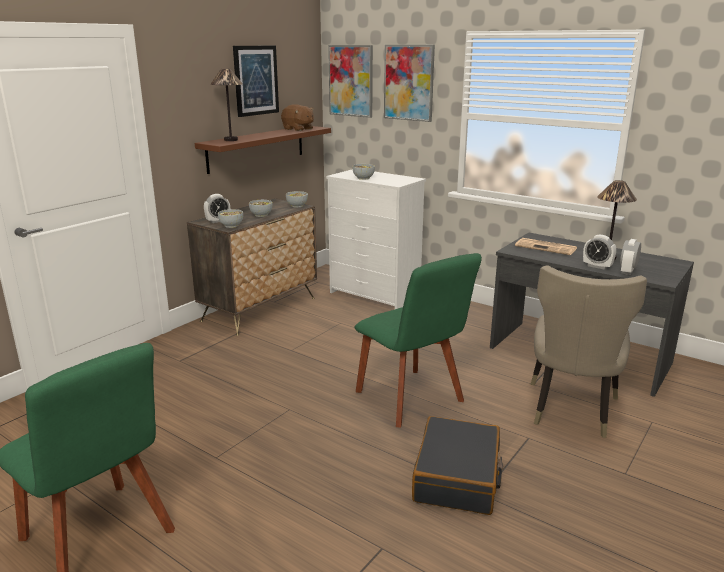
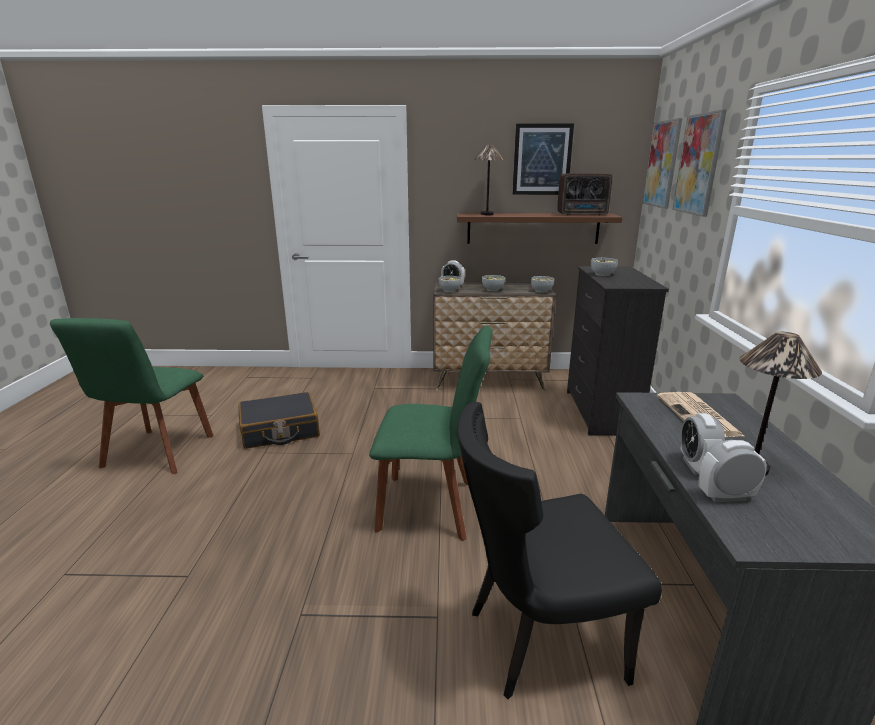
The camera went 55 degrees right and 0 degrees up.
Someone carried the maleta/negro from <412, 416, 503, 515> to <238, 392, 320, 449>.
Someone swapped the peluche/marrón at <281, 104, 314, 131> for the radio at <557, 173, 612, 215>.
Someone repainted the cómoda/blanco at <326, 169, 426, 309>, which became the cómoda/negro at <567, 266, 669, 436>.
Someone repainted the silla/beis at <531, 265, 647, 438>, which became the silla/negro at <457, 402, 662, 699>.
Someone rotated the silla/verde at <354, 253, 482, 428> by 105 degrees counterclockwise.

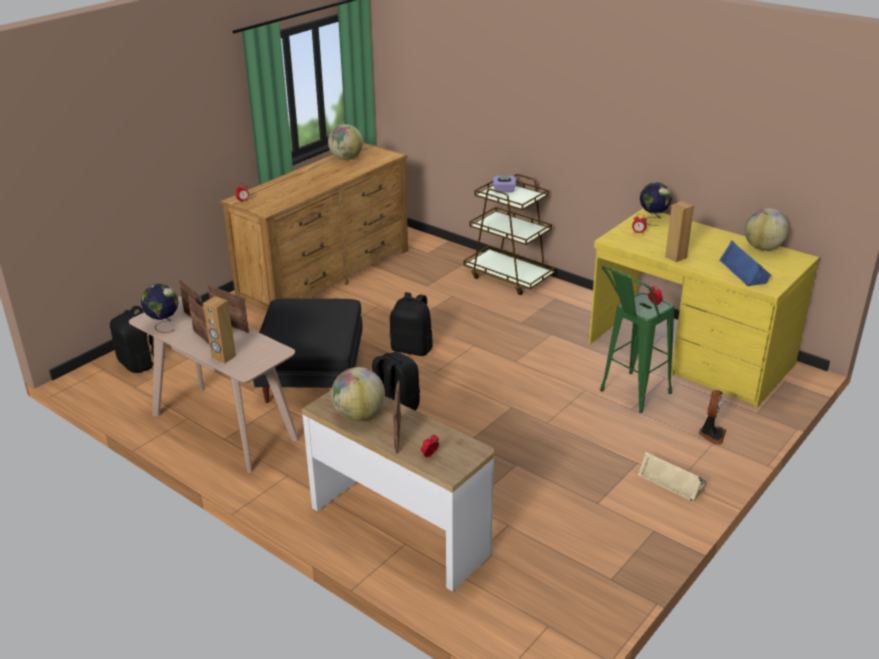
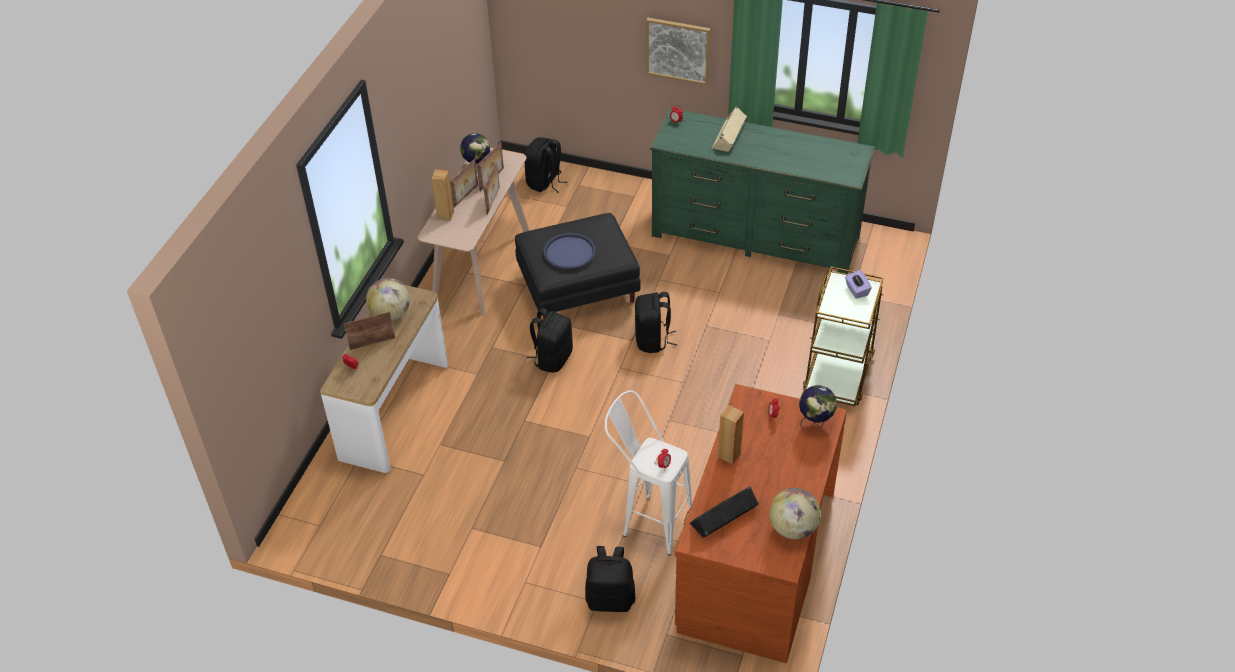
The camera went 70 degrees right and 15 degrees up.
Someone took away the globo terráqueo at <328, 124, 363, 160>.
Someone put down the bandeja/azul at <543, 233, 596, 269>.
Someone put up the cuadro at <646, 18, 711, 85>.
Someone carried the altavoz/beis from <638, 452, 707, 502> to <712, 106, 747, 152>.
Someone swapped the ventilador at <699, 390, 726, 445> for the mochila/negro at <585, 546, 635, 612>.
Someone repainted the cómoda/marrón at <220, 142, 408, 311>, which became the cómoda/verde at <650, 108, 875, 274>.
Someone repainted the escritorio/amarillo at <589, 208, 819, 408>, which became the escritorio/marrón at <675, 384, 847, 663>.
Someone repainted the taburete/verde at <600, 265, 674, 413>, which became the taburete/blanco at <605, 390, 692, 556>.
Someone repainted the altavoz/azul at <719, 240, 771, 286>, which became the altavoz/negro at <690, 486, 759, 538>.

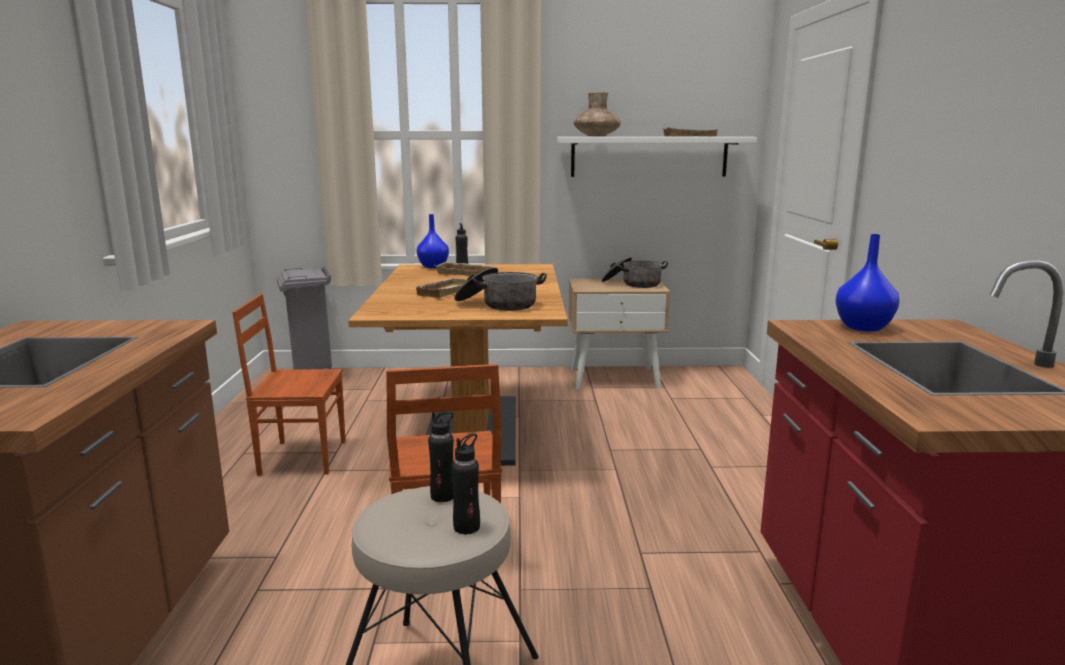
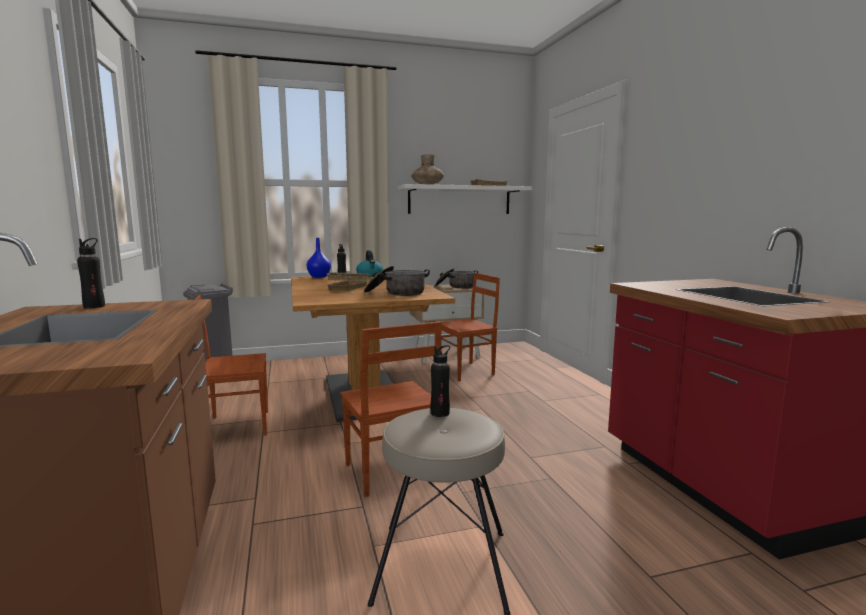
The camera went 15 degrees left and 5 degrees down.
Someone took away the florero/azul at <835, 234, 900, 332>.
Someone put down the hervidor at <356, 250, 383, 277>.
Someone put down the silla/marrón at <441, 273, 500, 381>.
Someone carried the botella/negro from <452, 433, 480, 534> to <77, 238, 105, 308>.

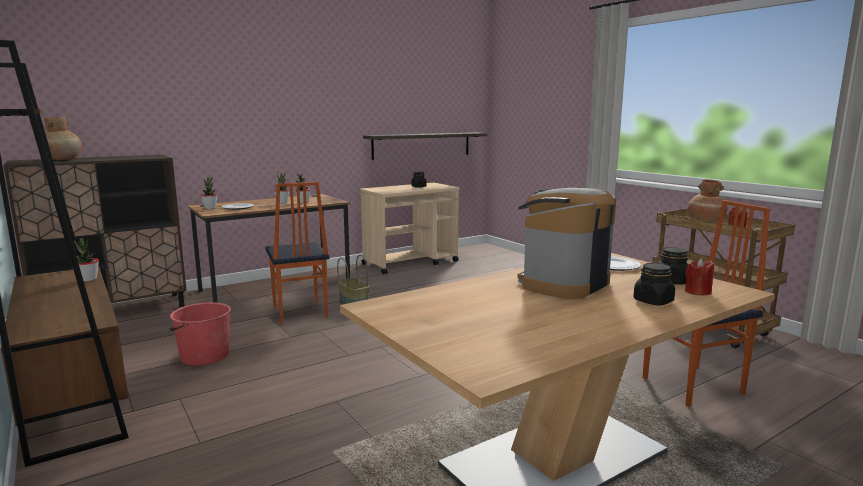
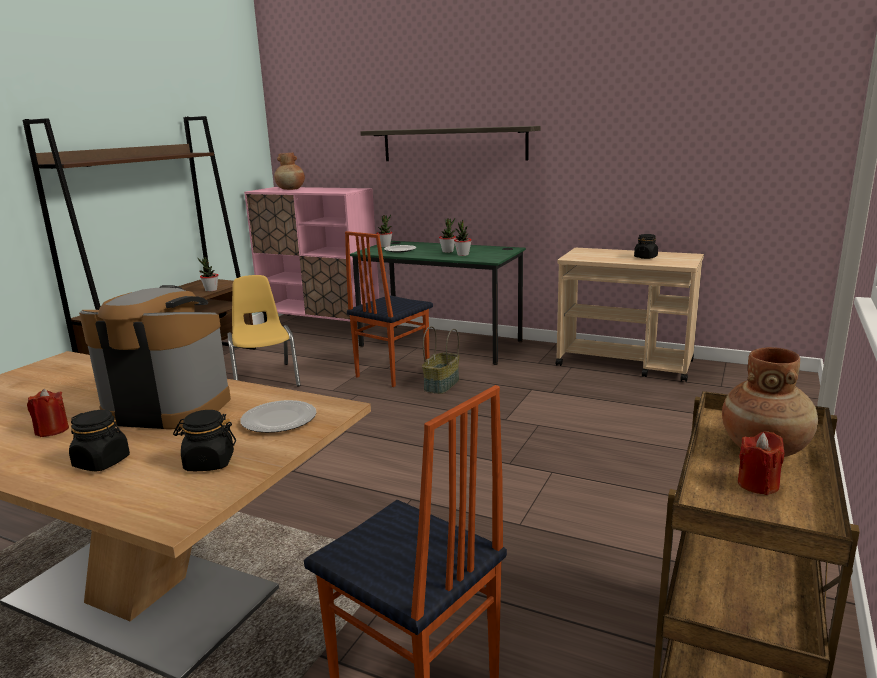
The camera went 60 degrees right and 5 degrees up.
Someone carried the estante from <363, 132, 487, 160> to <360, 126, 541, 161>.
Someone carried the vela/rojo from <685, 258, 714, 295> to <27, 389, 69, 437>.
Someone swapped the cubo/rojo at <170, 302, 231, 366> for the silla/amarillo at <228, 275, 301, 387>.
Someone repainted the armario/marrón at <3, 155, 187, 307>, which became the armario/rosa at <244, 187, 379, 323>.
Someone repainted the escritorio/marrón at <187, 194, 350, 303>, which became the escritorio/verde at <350, 241, 526, 365>.

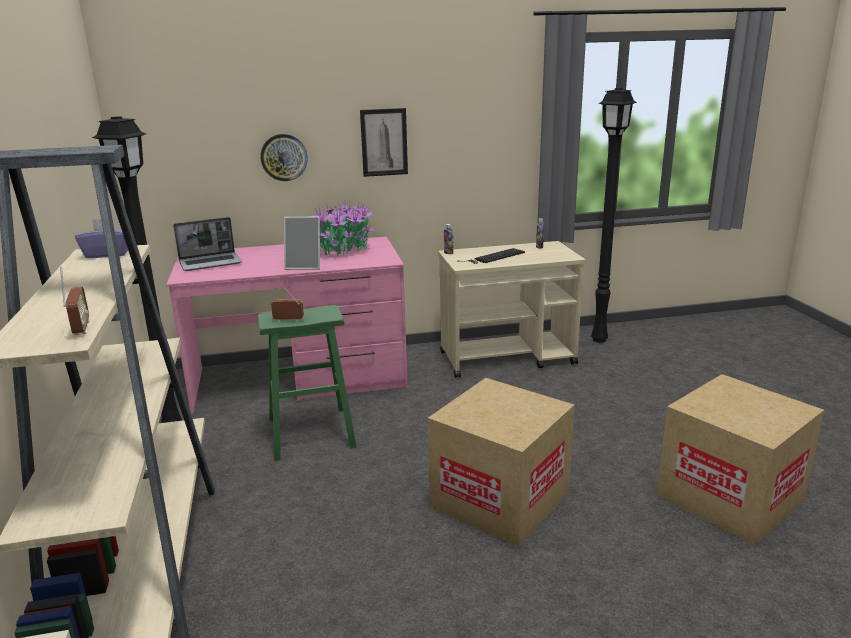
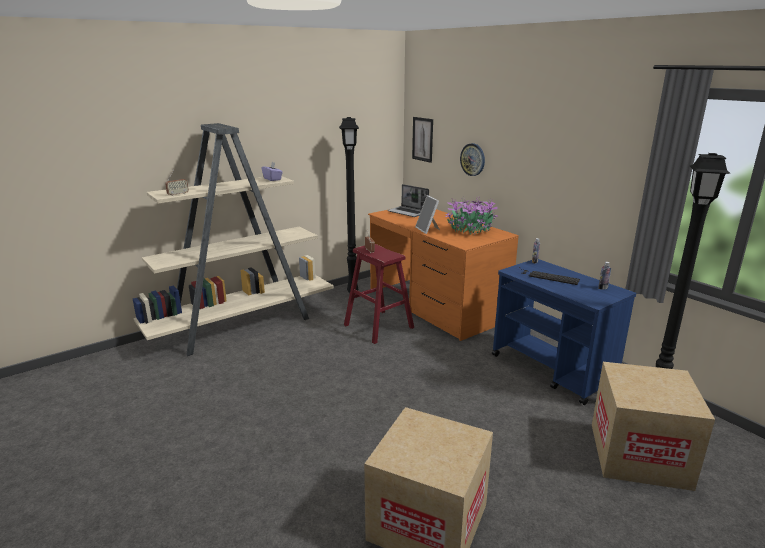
The camera went 65 degrees right and 0 degrees up.
Someone carried the cuadro from <360, 108, 408, 177> to <412, 117, 433, 163>.
Someone carried the caja de cartón from <428, 378, 575, 547> to <592, 362, 715, 491>.
Someone repainted the escritorio/rosa at <166, 236, 408, 413>, which became the escritorio/naranja at <368, 209, 519, 341>.
Someone repainted the taburete/verde at <258, 305, 357, 461>, which became the taburete/rojo at <344, 244, 414, 344>.
Someone repainted the carrito/beis at <438, 241, 586, 378>, which became the carrito/azul at <492, 259, 636, 405>.

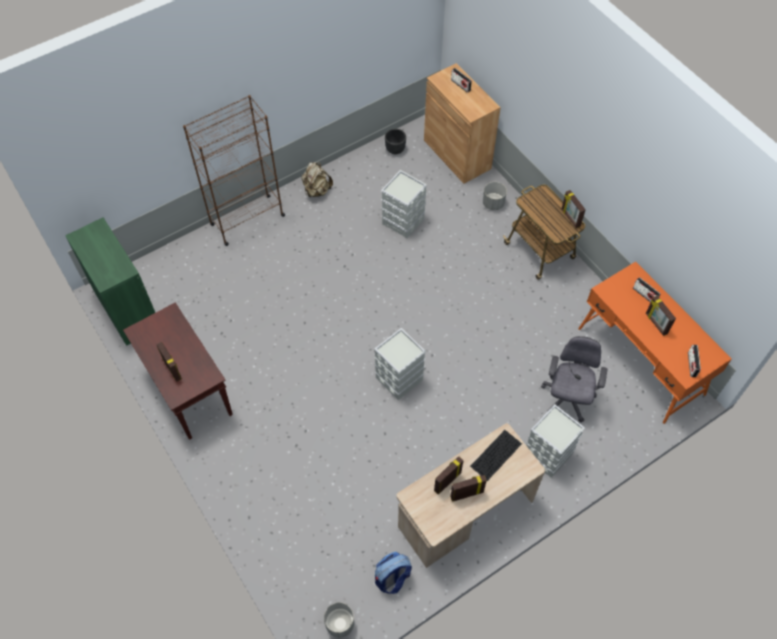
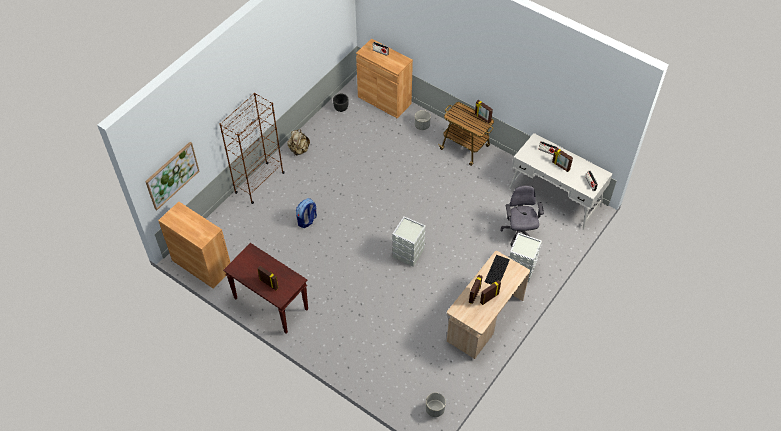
The camera went 20 degrees left and 5 degrees down.
Someone took away the caja de almacenaje/gris at <381, 170, 427, 239>.
Someone put up the cuadro at <145, 142, 199, 210>.
Someone carried the mochila from <375, 552, 412, 594> to <296, 198, 317, 228>.
Someone repainted the armario/verde at <65, 218, 155, 346>, which became the armario/marrón at <158, 202, 231, 289>.
Someone repainted the escritorio/naranja at <578, 262, 732, 424>, which became the escritorio/blanco at <509, 133, 612, 230>.

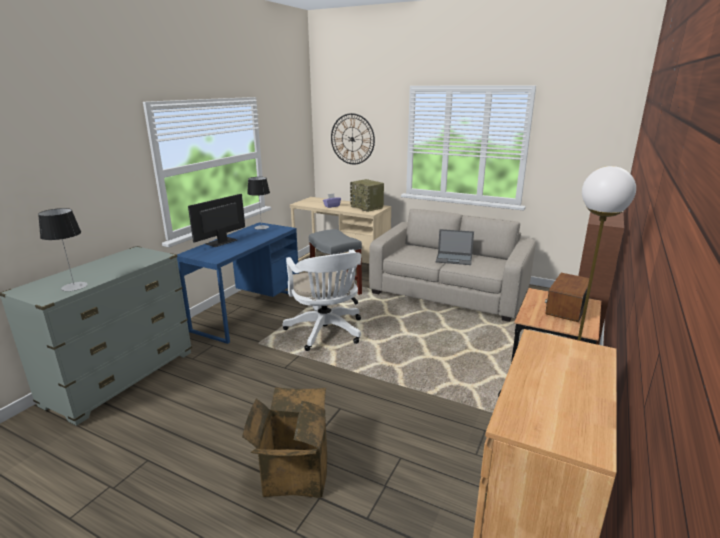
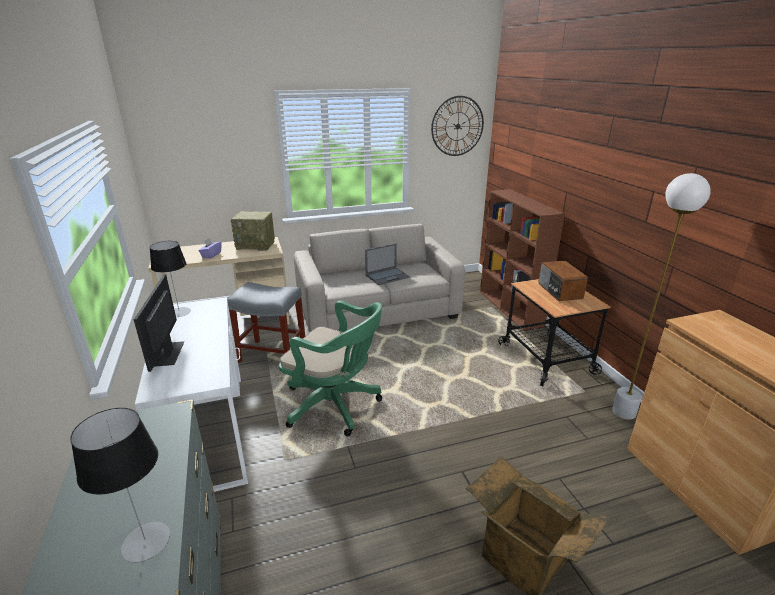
The camera went 45 degrees left and 5 degrees up.
Someone carried the reloj de pared from <331, 113, 375, 164> to <431, 96, 484, 156>.
Someone repainted the escritorio/azul at <177, 222, 299, 344>, which became the escritorio/blanco at <135, 297, 248, 492>.
Someone repainted the silla de oficina/blanco at <283, 249, 361, 351>, which became the silla de oficina/verde at <279, 301, 382, 436>.

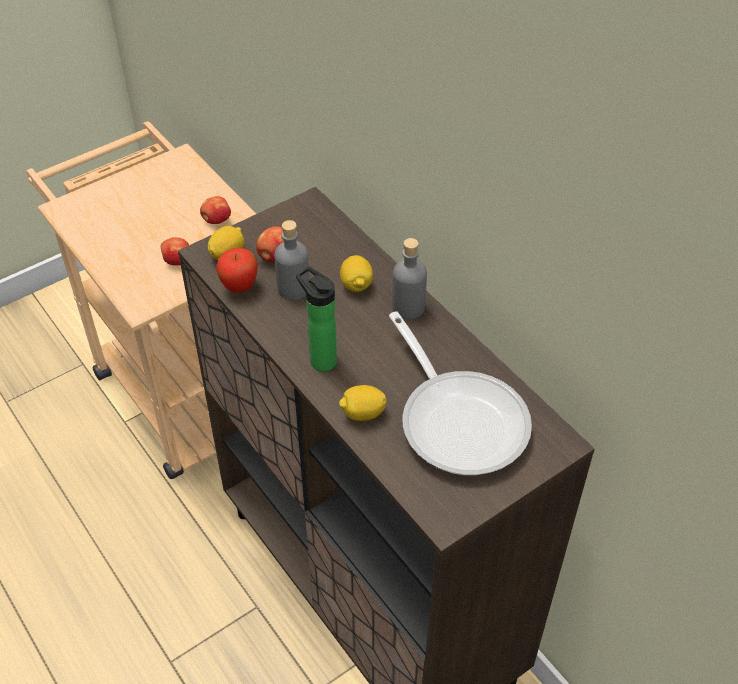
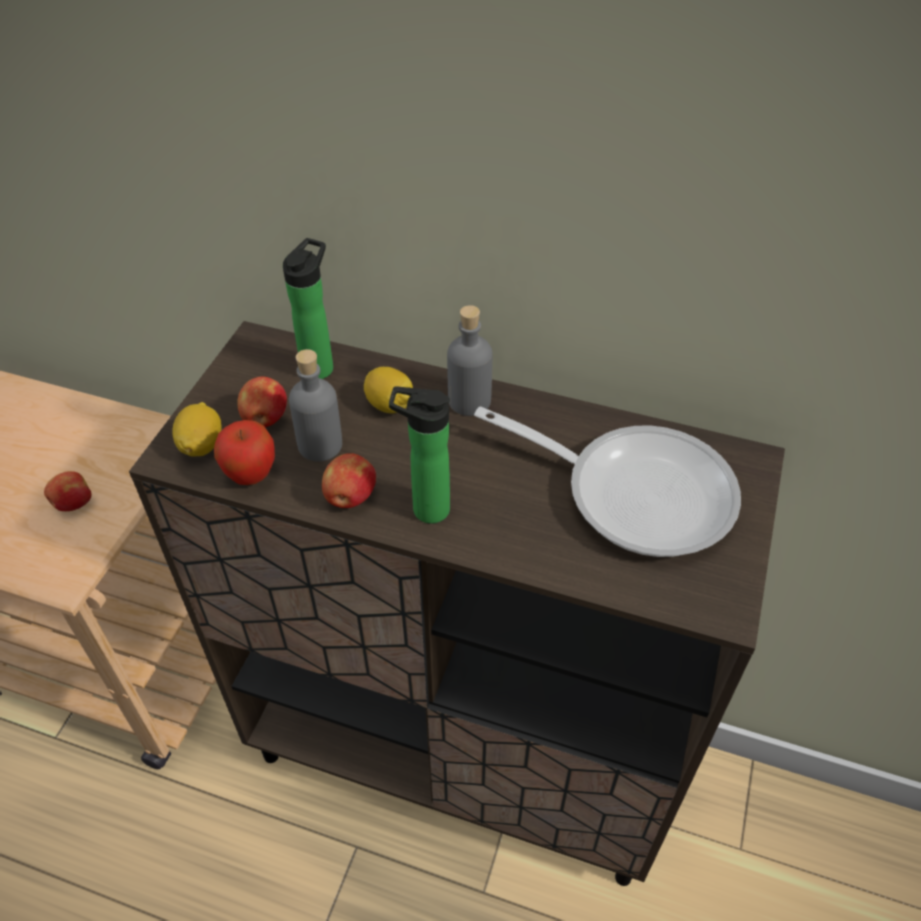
The camera went 35 degrees left and 0 degrees up.
Someone took away the limón at <339, 385, 387, 421>.
Someone put down the botella at <283, 238, 333, 379>.
Someone carried the manzana from <200, 196, 231, 224> to <322, 453, 376, 508>.

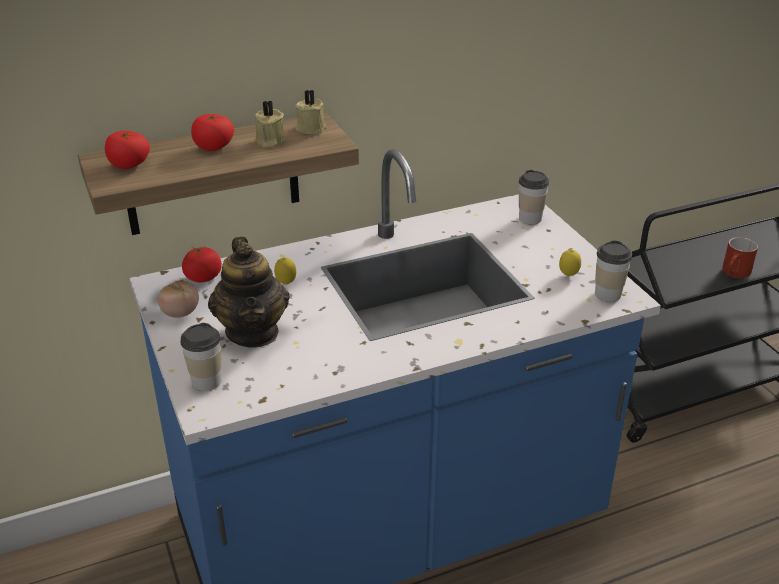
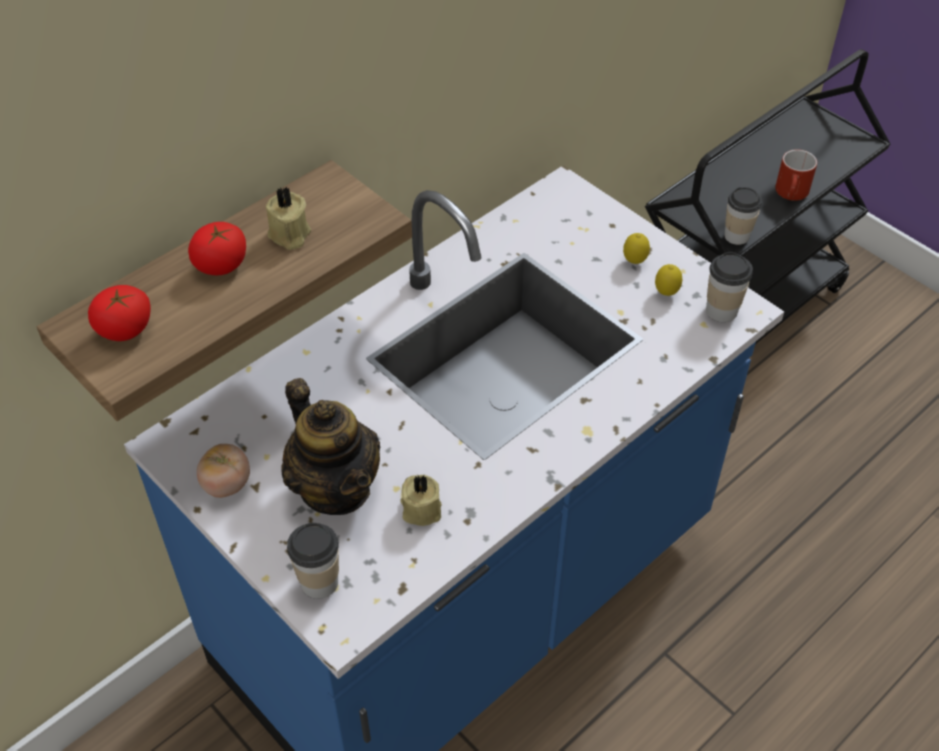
The camera went 20 degrees left and 15 degrees up.
Someone took away the tomate at <182, 246, 222, 282>.
Someone carried the limón from <274, 257, 296, 285> to <623, 233, 650, 264>.
Someone carried the vela/beis from <295, 90, 326, 134> to <400, 475, 442, 526>.
Someone carried the taza from <519, 170, 549, 224> to <724, 187, 762, 245>.

